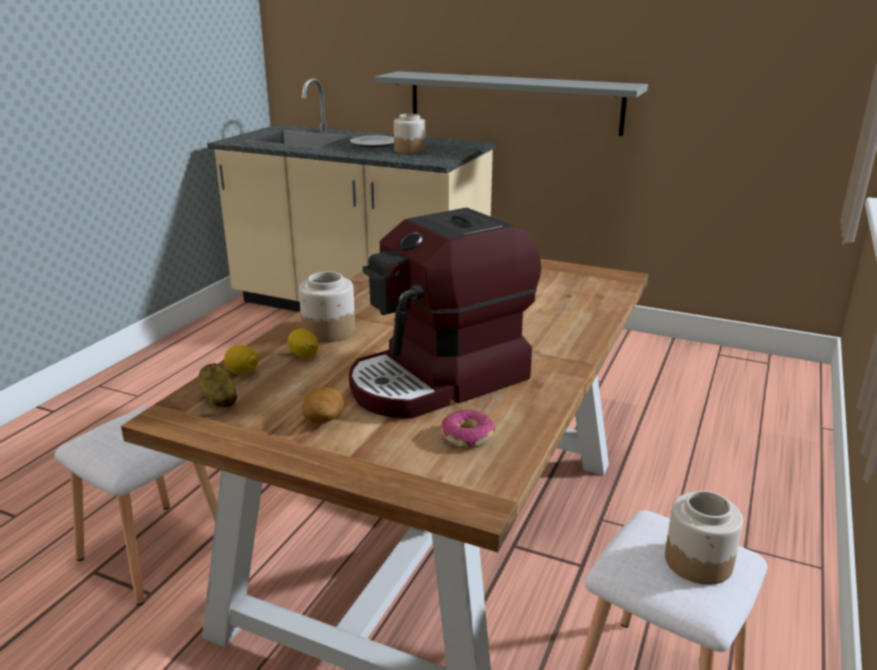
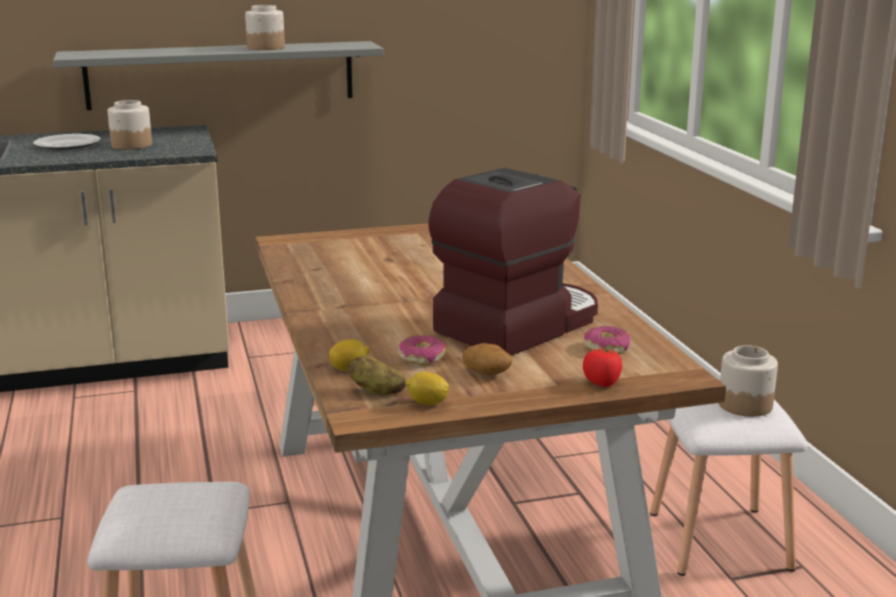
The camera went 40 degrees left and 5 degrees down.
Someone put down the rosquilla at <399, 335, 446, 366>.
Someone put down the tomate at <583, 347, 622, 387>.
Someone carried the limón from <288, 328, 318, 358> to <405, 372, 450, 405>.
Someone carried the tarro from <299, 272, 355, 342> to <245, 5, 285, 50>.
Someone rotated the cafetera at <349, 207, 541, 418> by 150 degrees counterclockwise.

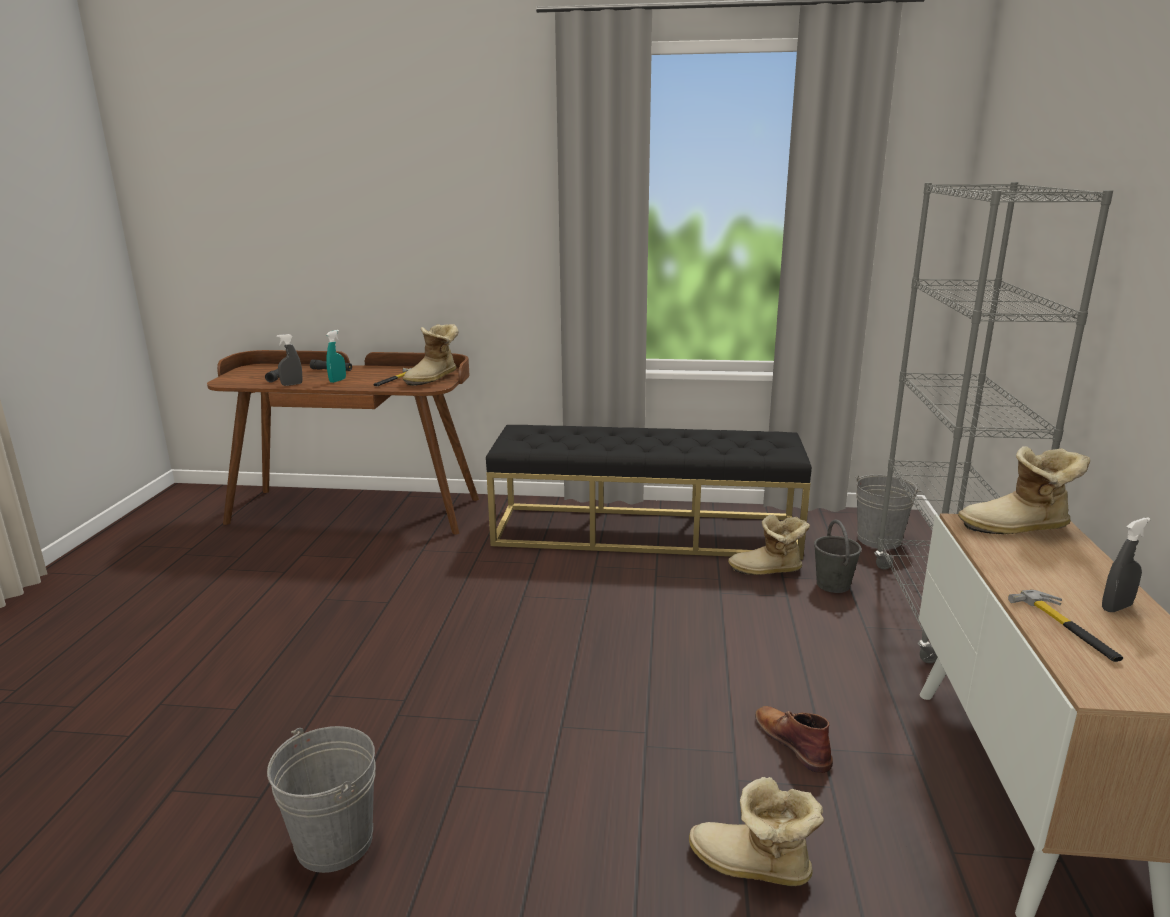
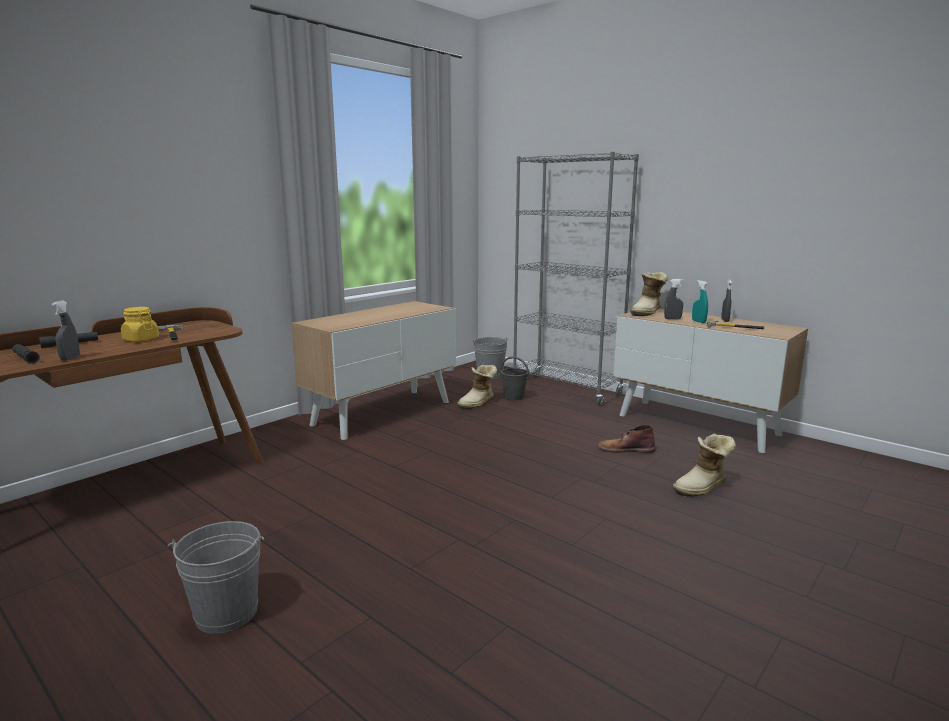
The camera went 55 degrees left and 5 degrees down.
Someone took away the bota at <403, 324, 459, 386>.
Someone put down the tarro/amarillo at <121, 307, 159, 342>.
Someone put down the pulverizador/gris at <664, 279, 683, 319>.
Someone carried the cubo/gris from <267, 726, 376, 873> to <167, 521, 264, 634>.
Someone carried the pulverizador/turquesa from <326, 330, 346, 383> to <692, 280, 708, 323>.
Someone swapped the banco/negro at <486, 425, 812, 560> for the armario at <292, 301, 456, 440>.

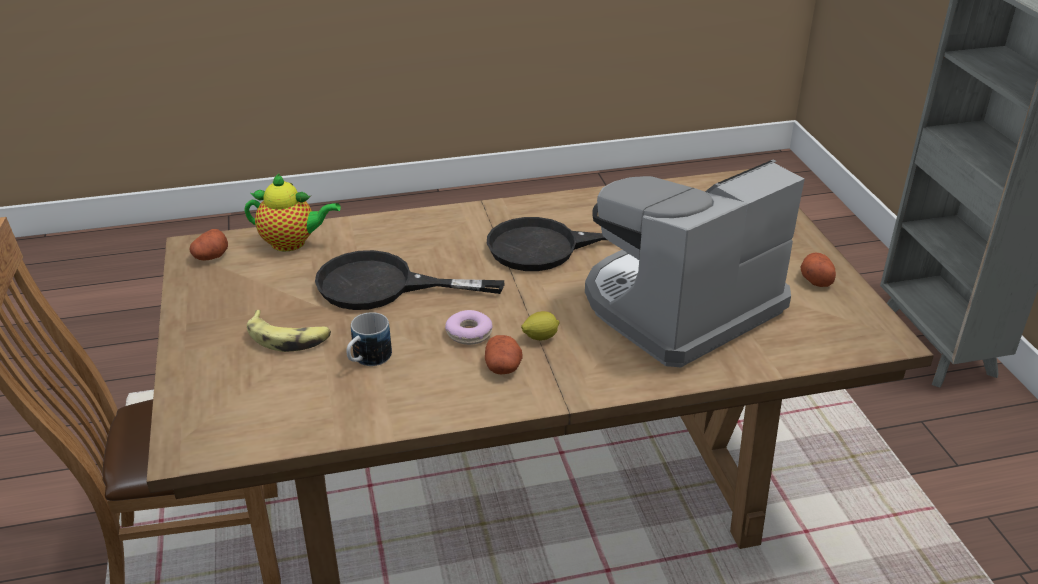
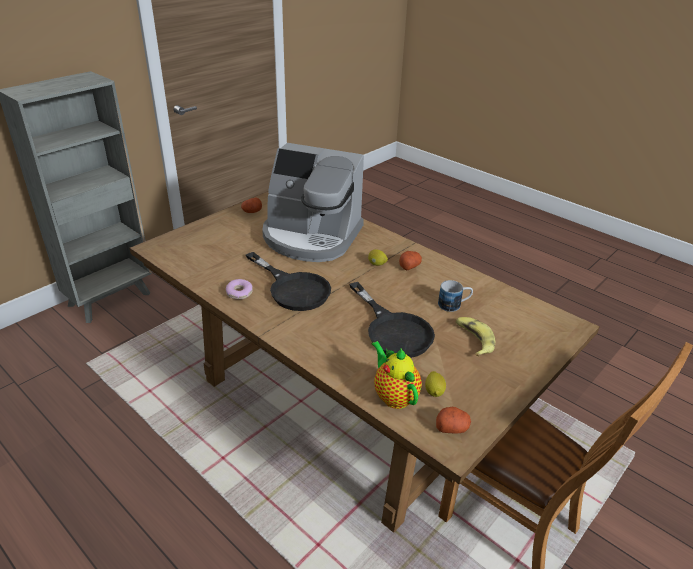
The camera went 125 degrees left and 0 degrees up.
Someone put down the limón at <425, 371, 446, 397>.
Someone carried the rosquilla from <445, 310, 493, 345> to <226, 279, 253, 299>.

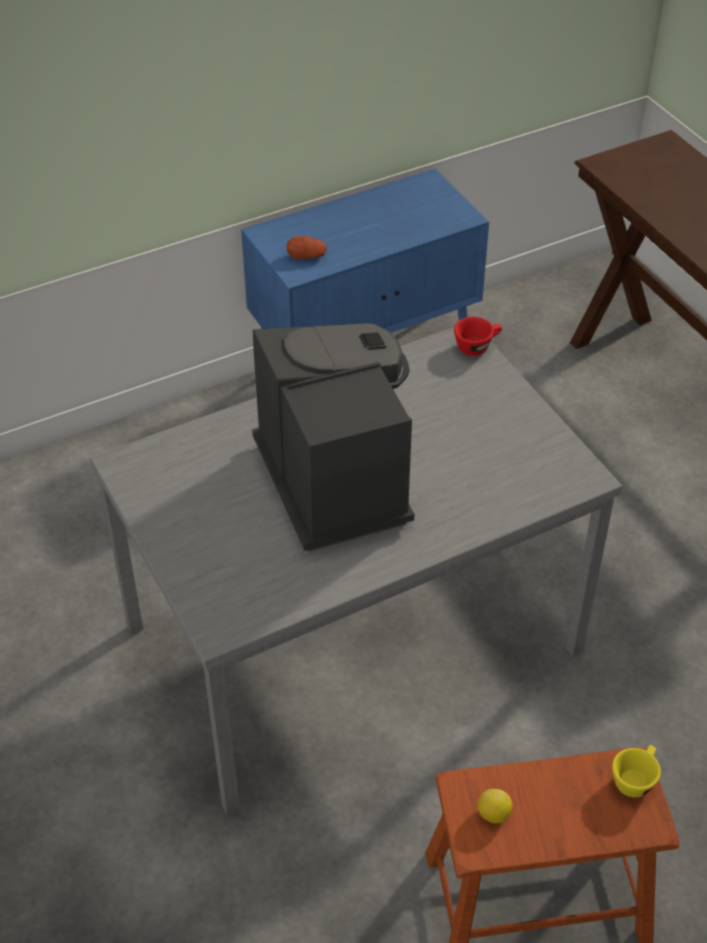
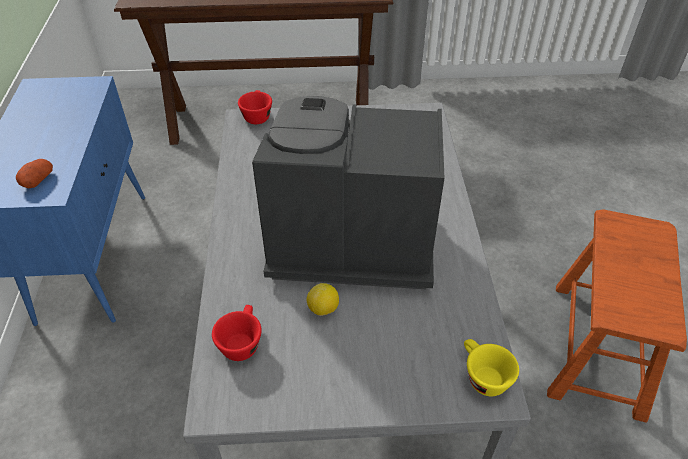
The camera went 65 degrees left and 0 degrees up.
Someone put down the taza/rojo at <212, 305, 262, 361>.
Someone carried the limón from <478, 789, 513, 823> to <307, 283, 339, 316>.
Someone carried the taza/amarillo from <612, 745, 661, 797> to <464, 339, 519, 396>.

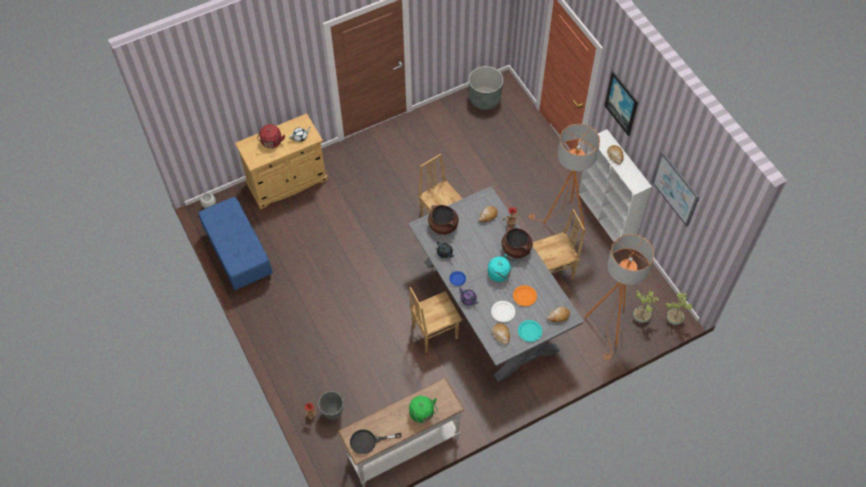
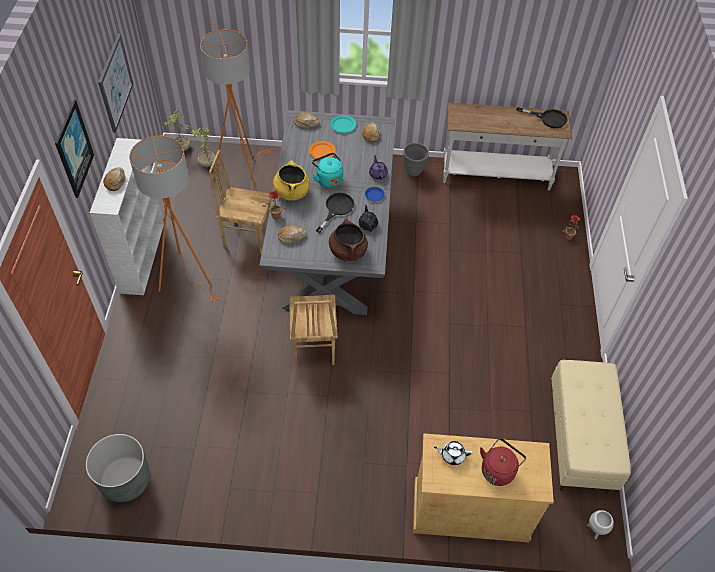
The camera went 150 degrees left and 5 degrees down.
Someone took away the hervidor/verde at <409, 396, 438, 423>.
Someone took away the silla/marrón at <410, 287, 462, 353>.
Someone took away the plato/blanco at <491, 301, 515, 322>.
Someone put down the sartén/negro at <316, 193, 354, 233>.
Someone carried the maceta/gris from <318, 391, 344, 420> to <403, 143, 429, 176>.
Someone repainted the banco/azul at <199, 197, 273, 294>, which became the banco/beis at <551, 360, 631, 495>.
Someone repainted the olla/marrón at <502, 228, 533, 258>, which became the olla/amarillo at <273, 160, 310, 201>.

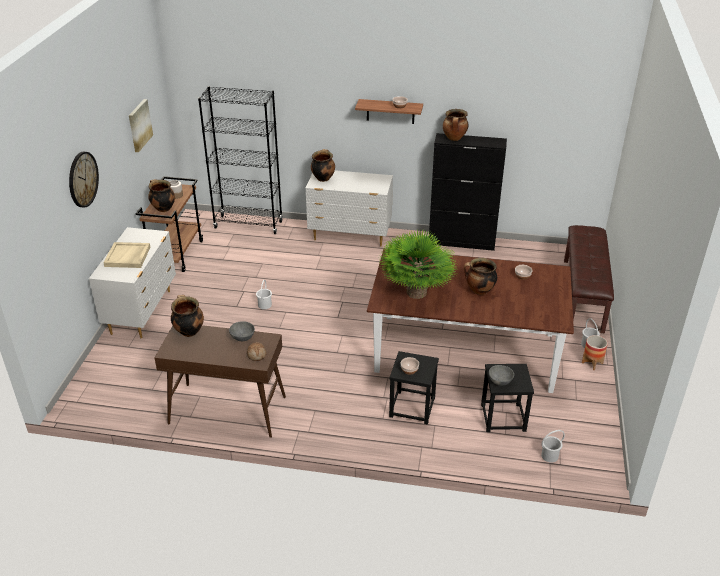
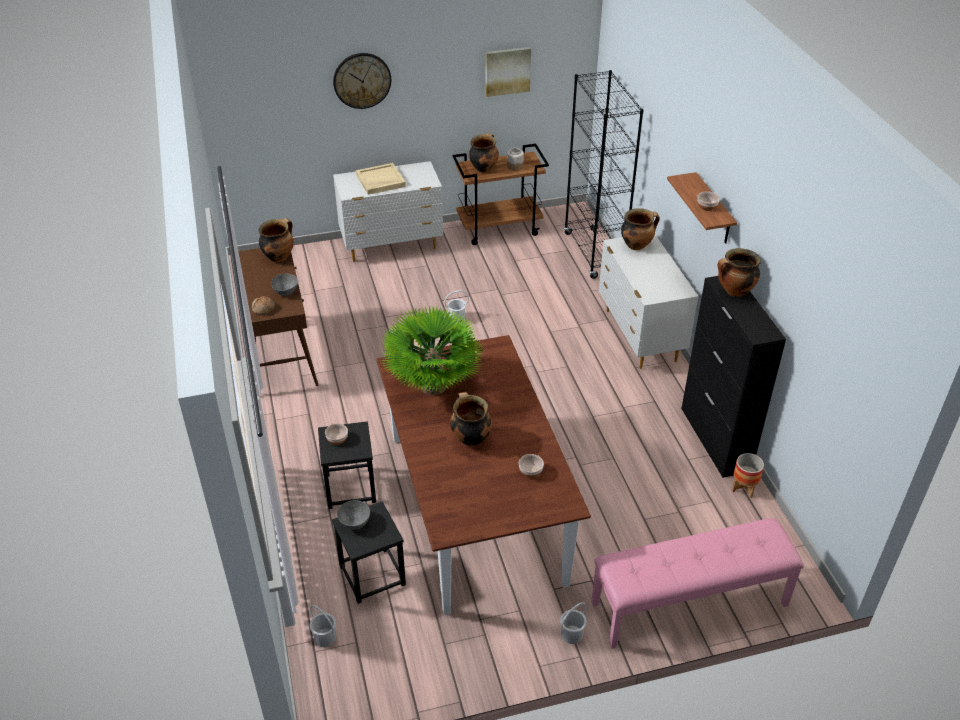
The camera went 65 degrees right and 5 degrees up.
Someone carried the maceta from <582, 335, 608, 370> to <732, 453, 764, 498>.
Someone repainted the banco/marrón at <564, 225, 614, 333>, which became the banco/rosa at <592, 518, 804, 649>.

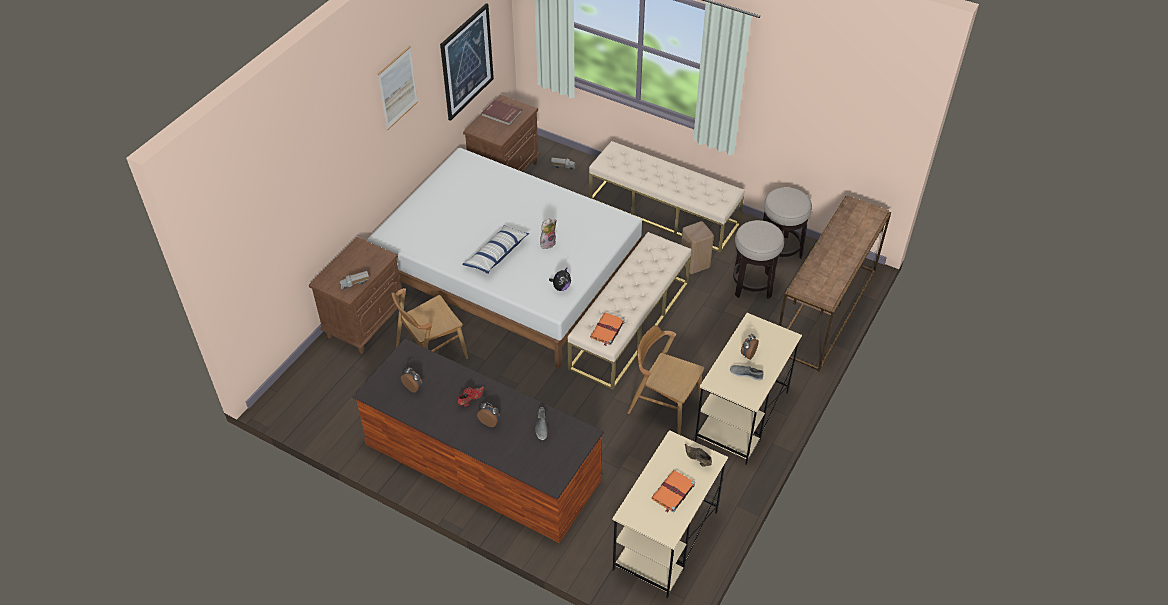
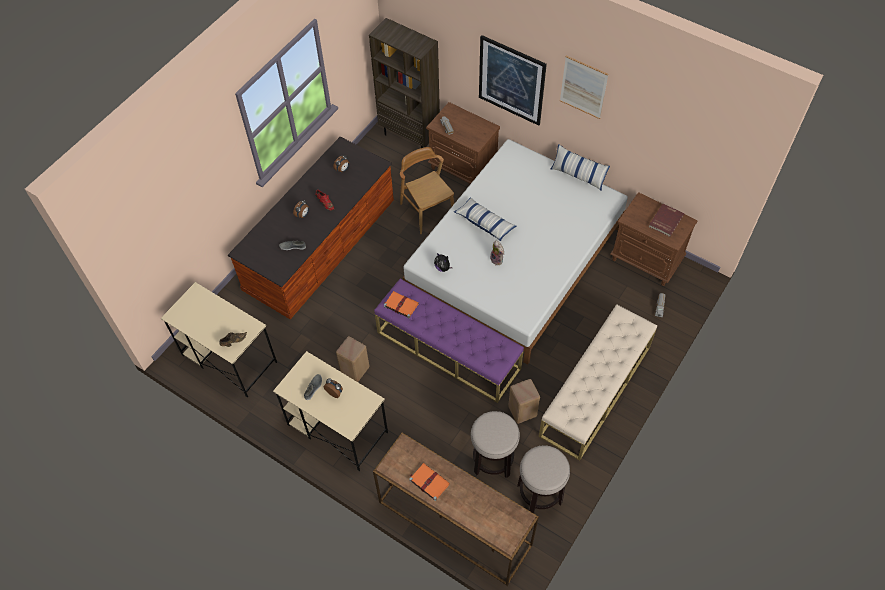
The camera went 95 degrees right and 10 degrees up.
Someone put down the estantería/marrón at <369, 18, 440, 148>.
Someone put down the cojín at <551, 144, 610, 191>.
Someone carried the cuadro from <440, 3, 494, 121> to <479, 35, 547, 126>.
Someone carried the libro/naranja from <651, 470, 695, 513> to <409, 463, 450, 501>.
Someone swapped the silla/marrón at <628, 325, 704, 435> for the taburete/beis at <336, 336, 369, 382>.
Someone repainted the banco/beis at <567, 232, 691, 390>, which became the banco/morado at <374, 279, 524, 403>.

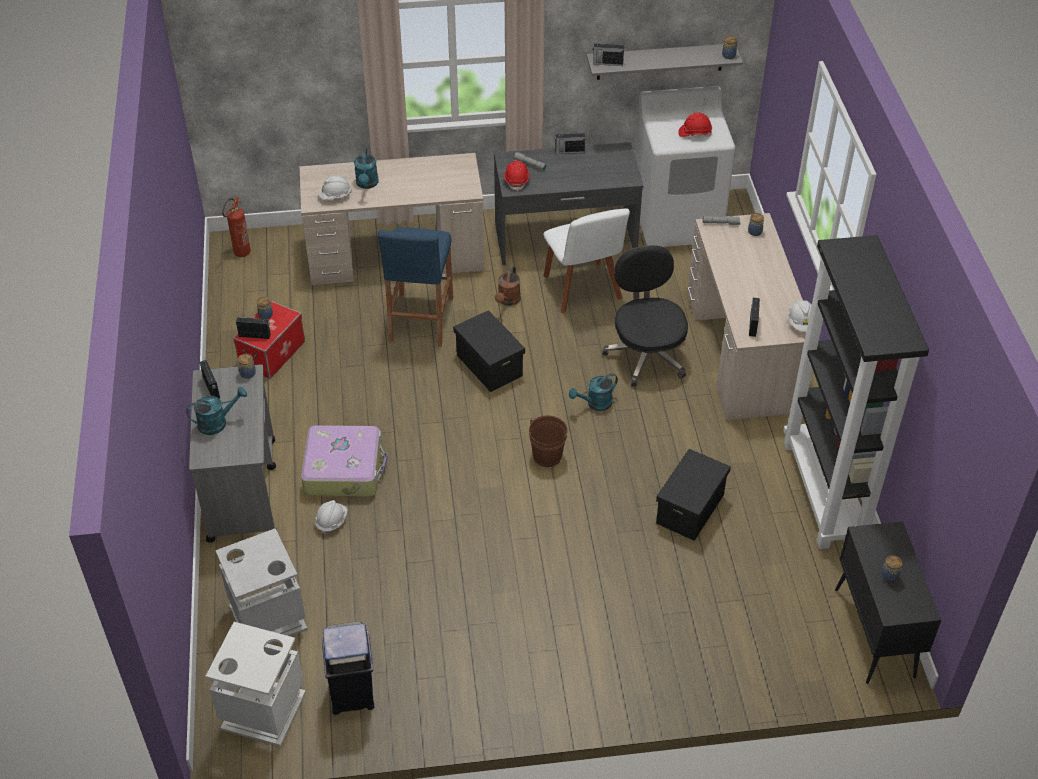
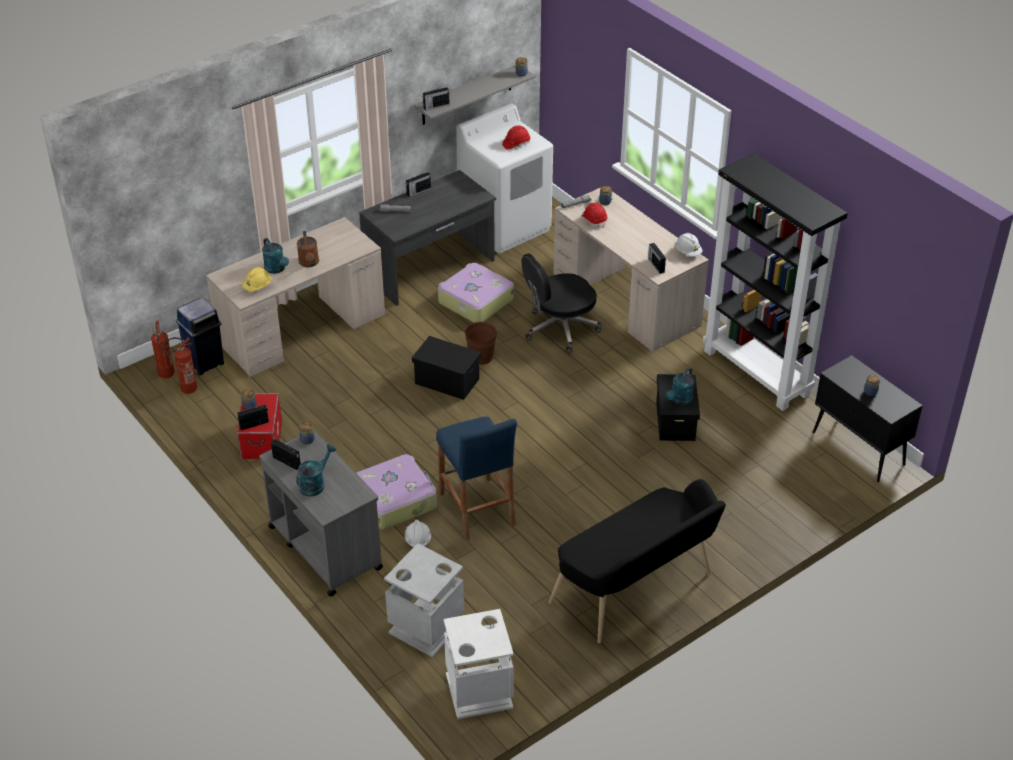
The camera went 30 degrees left and 5 degrees down.
Someone put down the extintor at <161, 337, 197, 394>.
Someone put down the banco/negro at <549, 479, 726, 643>.
Someone carried the papelera/azul from <322, 621, 374, 715> to <176, 298, 224, 375>.
Someone carried the taburete/azul from <378, 227, 453, 347> to <436, 416, 517, 541>.
Someone carried the regadera/marrón from <495, 266, 521, 306> to <297, 231, 319, 267>.
Someone carried the casco/rojo from <504, 161, 530, 191> to <582, 203, 607, 228>.
Someone carried the cubo/marrón from <529, 415, 568, 467> to <463, 322, 499, 365>.
Someone carried the regadera/turquesa from <569, 373, 618, 411> to <666, 367, 694, 405>.
Someone swapped the silla/blanco at <543, 208, 630, 313> for the maleta at <438, 263, 514, 323>.
Someone repainted the casco/blanco at <318, 175, 352, 199>, which became the casco/amarillo at <242, 267, 271, 292>.
Someone rotated the silla de oficina/negro at <602, 245, 688, 386> by 75 degrees counterclockwise.

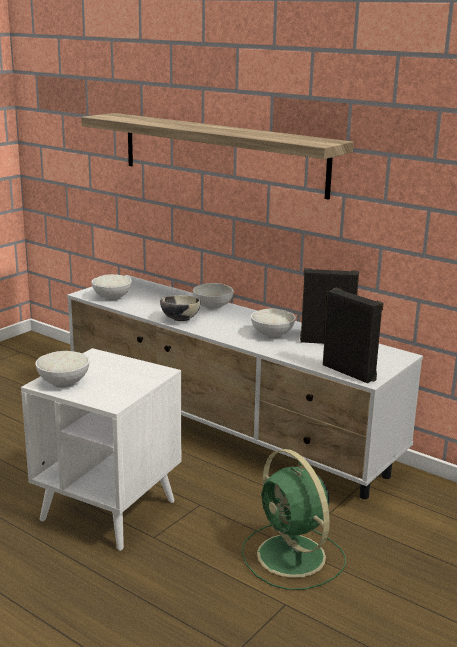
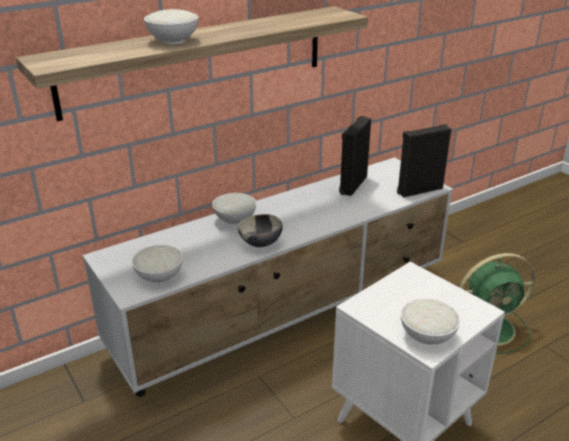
The camera went 70 degrees left and 10 degrees up.
Someone carried the cuenco/blanco from <251, 309, 295, 338> to <144, 9, 198, 44>.

